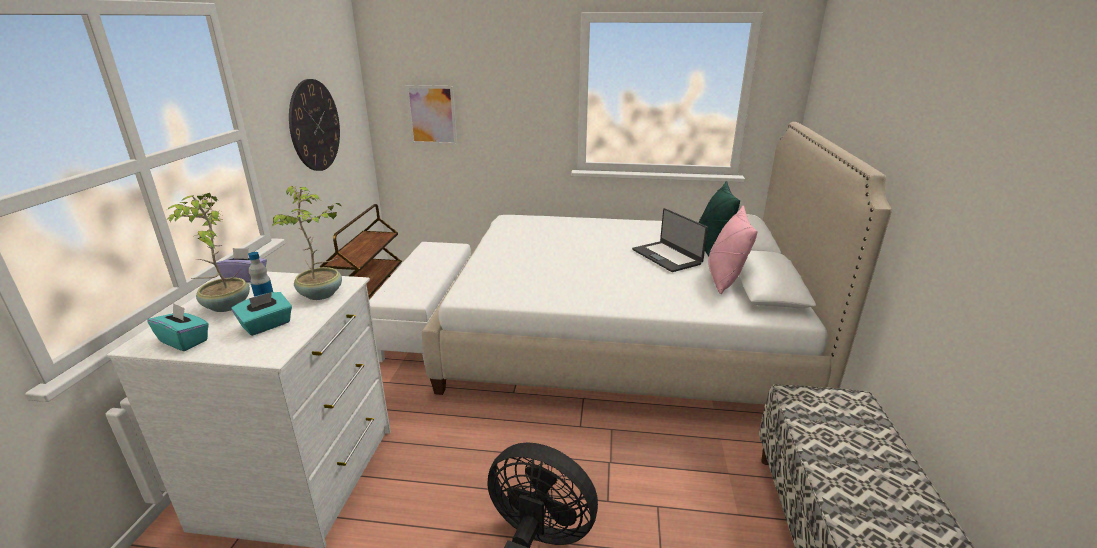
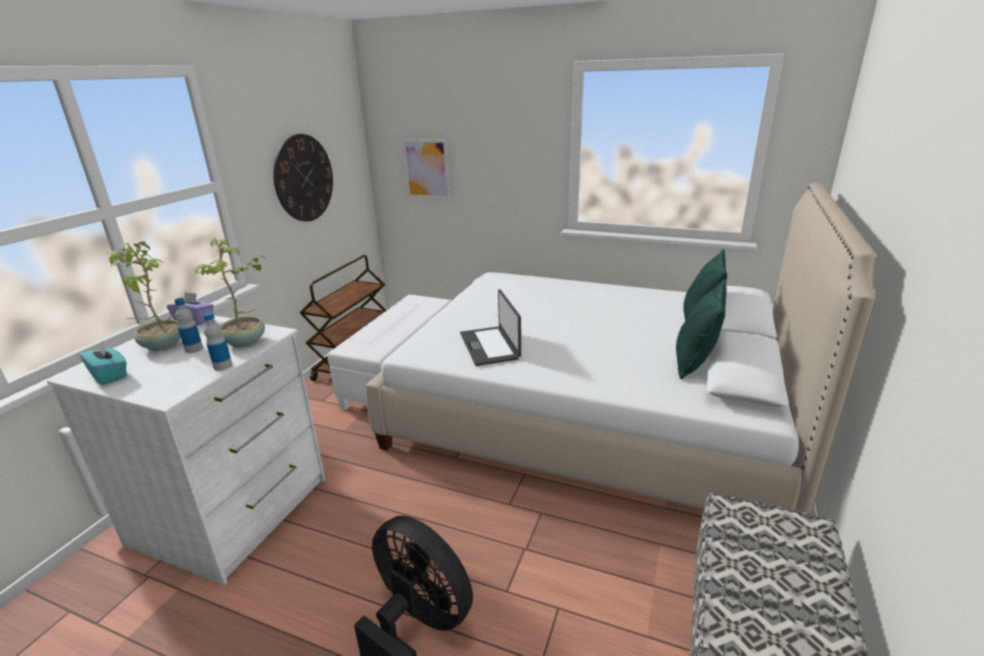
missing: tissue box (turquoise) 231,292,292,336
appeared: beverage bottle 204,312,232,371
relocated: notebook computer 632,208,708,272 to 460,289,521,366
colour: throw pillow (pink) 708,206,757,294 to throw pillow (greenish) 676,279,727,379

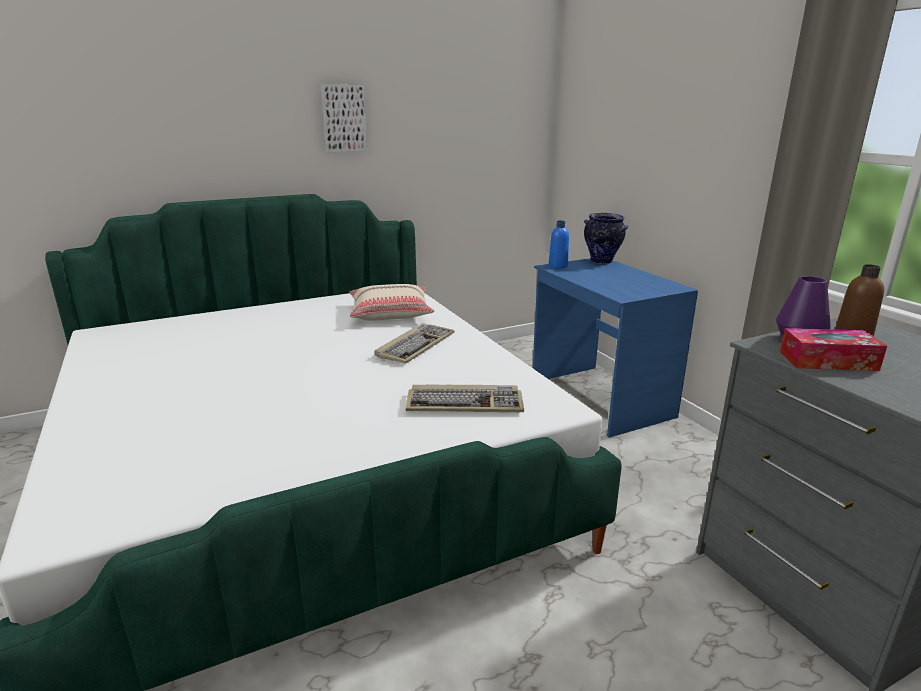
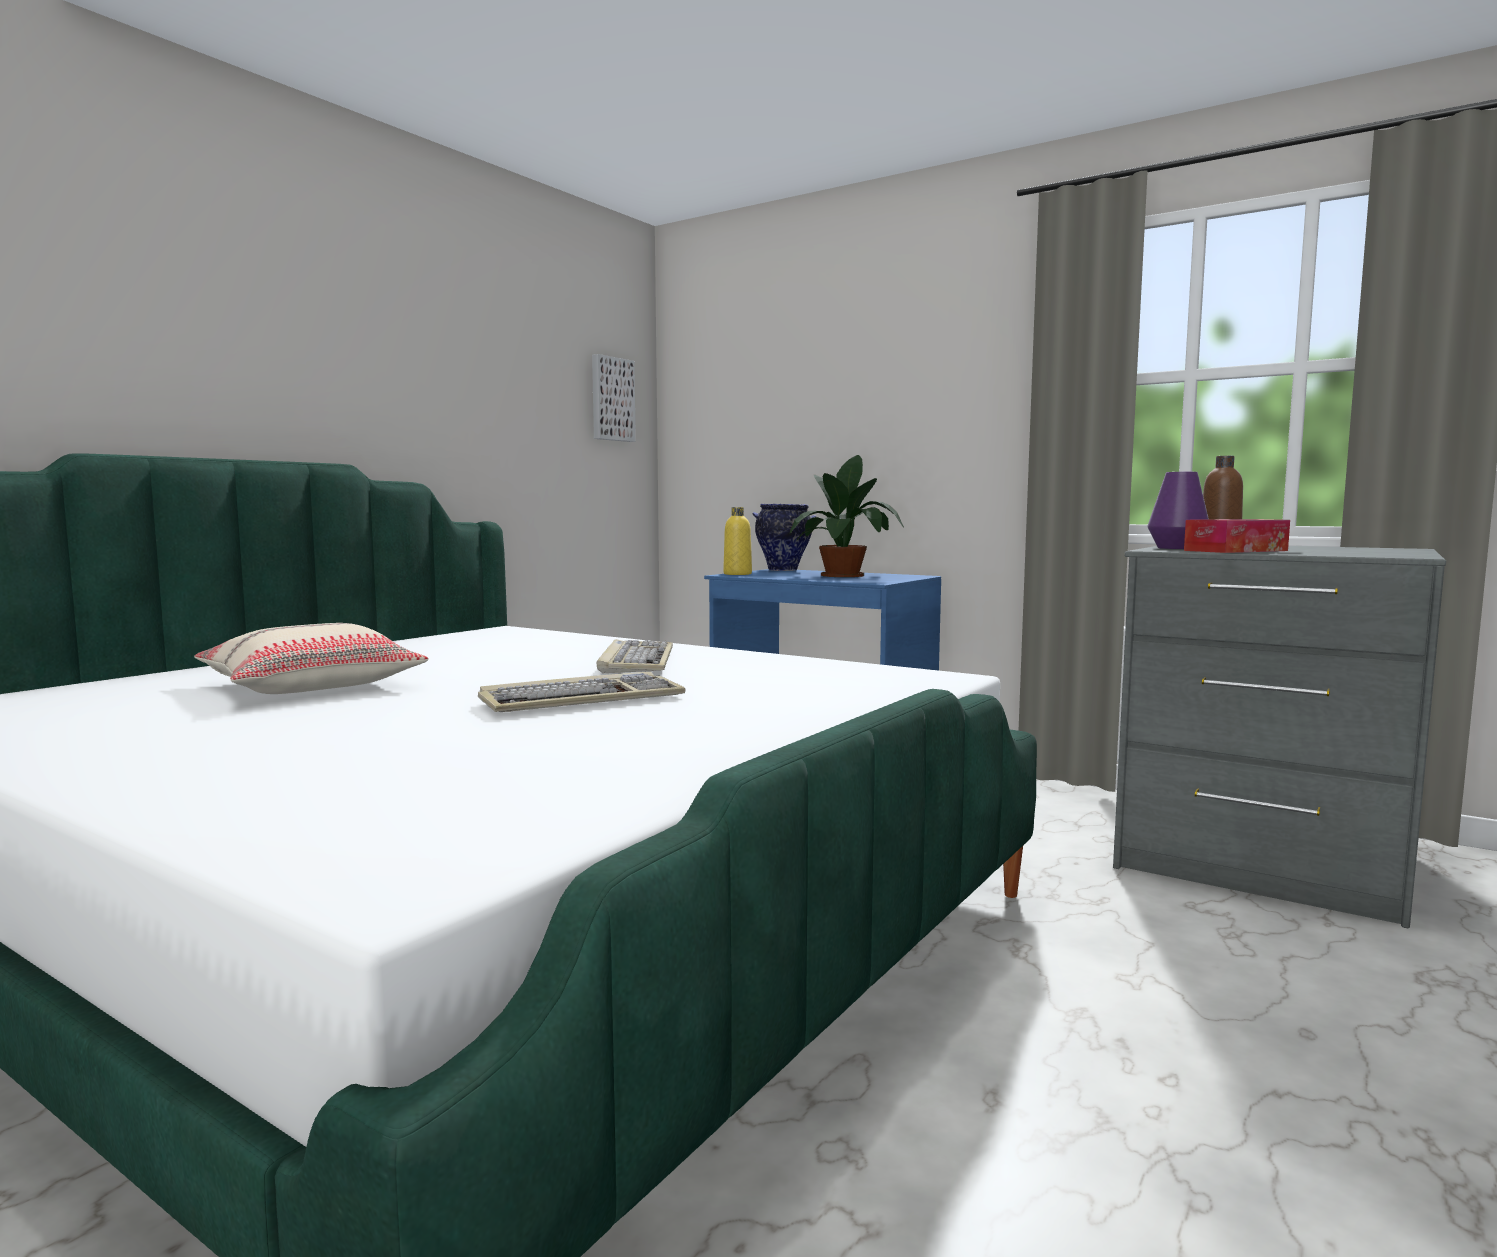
appeared: potted plant 790,455,904,577
relocated: wall art 321,85,367,152 to 592,354,636,442; throw pillow (beige) 350,284,434,321 to 194,623,429,694; PC keyboard 406,385,524,412 to 478,672,685,712
colour: beverage bottle (blue) 549,221,569,269 to beverage bottle (yellowish) 723,507,752,575

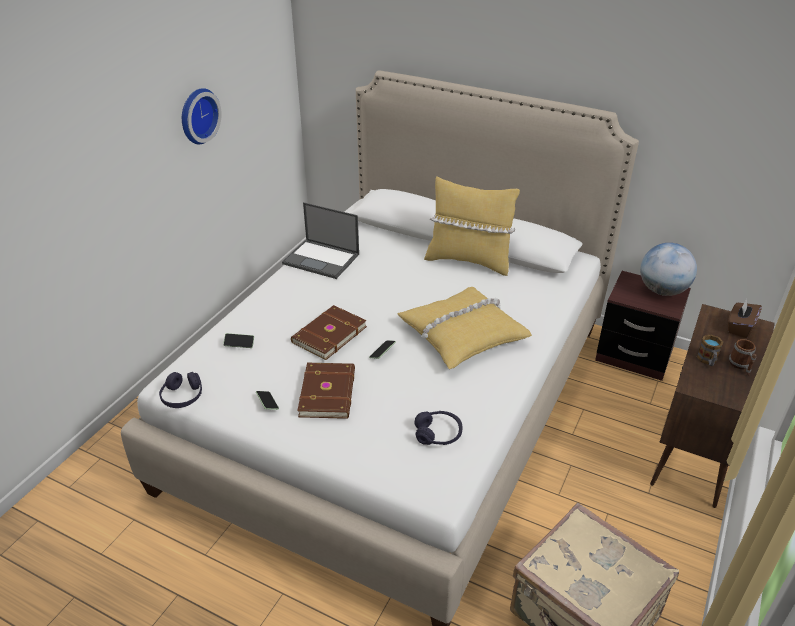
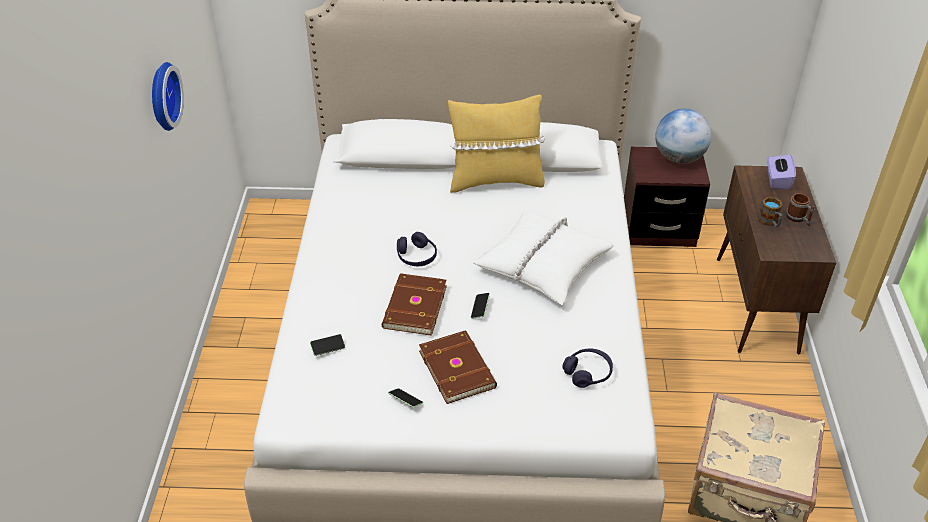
missing: notebook computer 282,202,359,279
relocated: headset (purple-coloured) 159,372,202,408 to 397,232,437,266
colour: throw pillow (yellowish) 397,287,532,369 to throw pillow (white-coloured) 473,210,614,305; tissue box (brown-coloured) 728,299,762,338 to tissue box (purple-coloured) 767,155,796,190

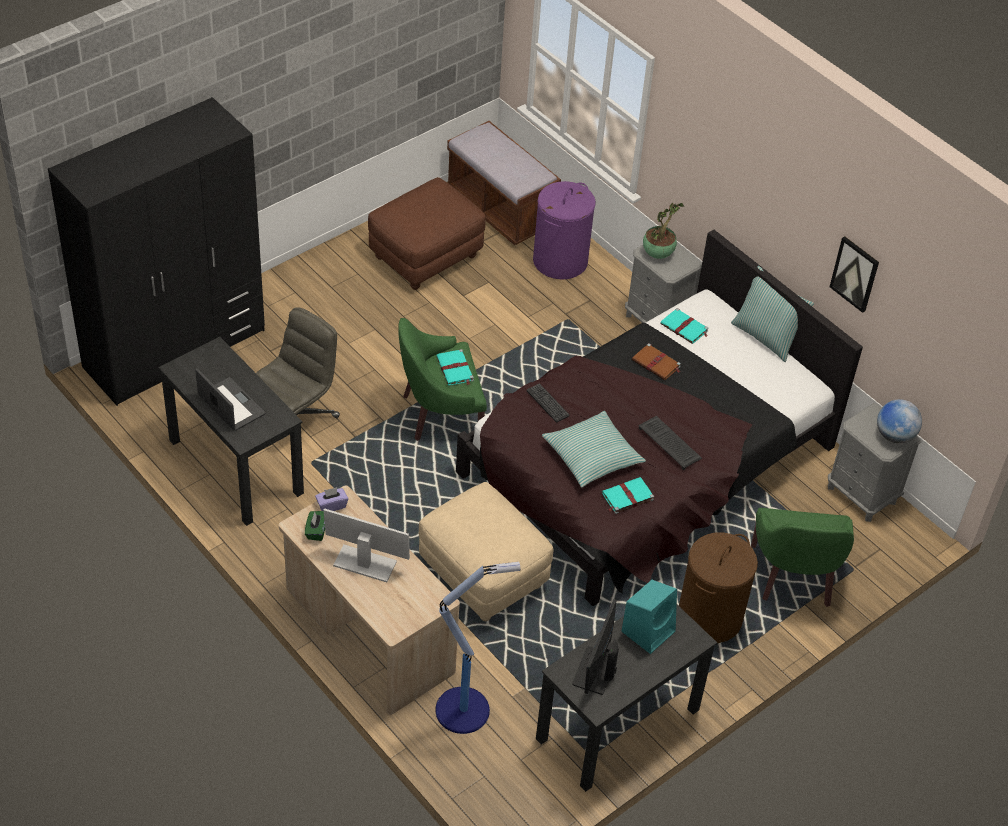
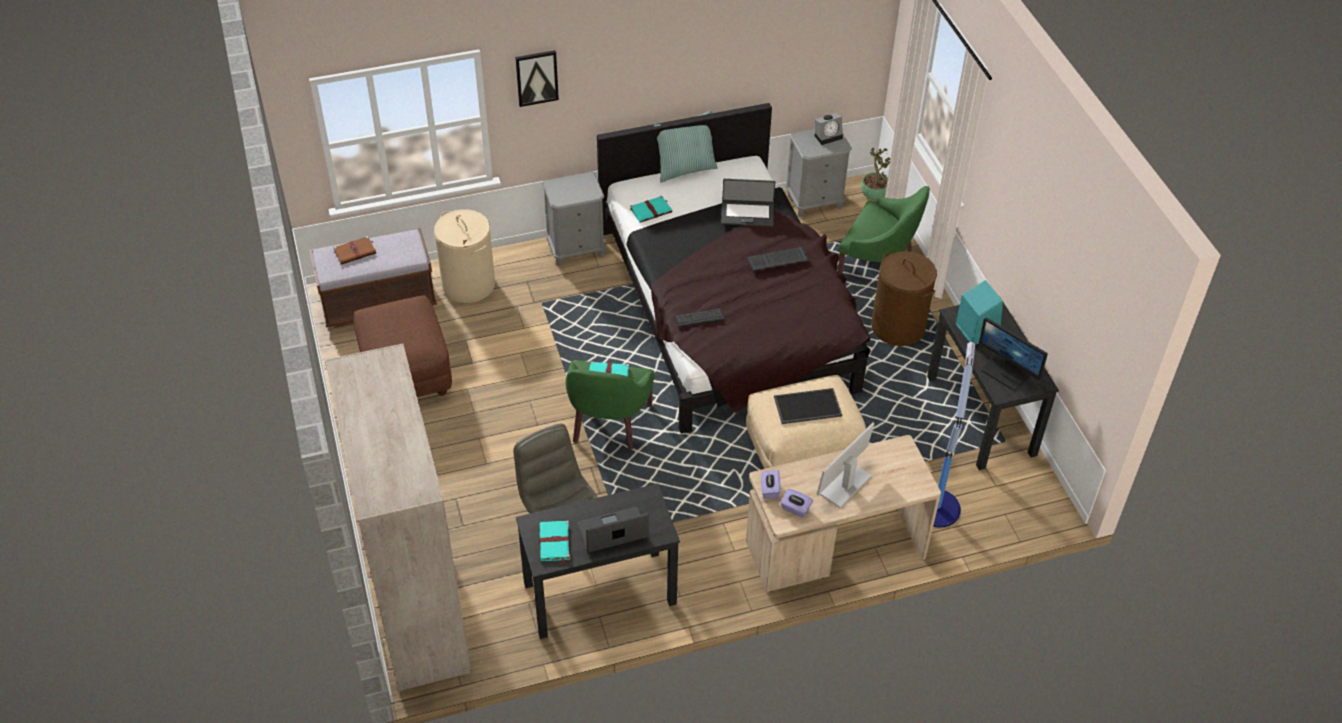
missing: throw pillow 542,411,646,487
appeared: notebook computer 721,179,775,227; serving tray 774,388,842,424
relocated: potted plant 643,203,684,259 to 861,148,890,200; wall art 830,236,879,313 to 515,50,559,107; bound book (brown-coloured) 632,343,681,380 to 333,236,376,265; bound book (turquoise) 602,477,654,514 to 539,520,570,564
exchanged: globe 877,399,922,443 to bedside clock 814,113,843,145
colour: wardrobe (black) 48,97,265,406 to wardrobe (beige) 325,344,471,691; hamper (purple-coloured) 533,181,596,280 to hamper (beige) 434,209,495,303; tissue box (greenish) 305,511,325,541 to tissue box (purple-coloured) 780,489,813,518

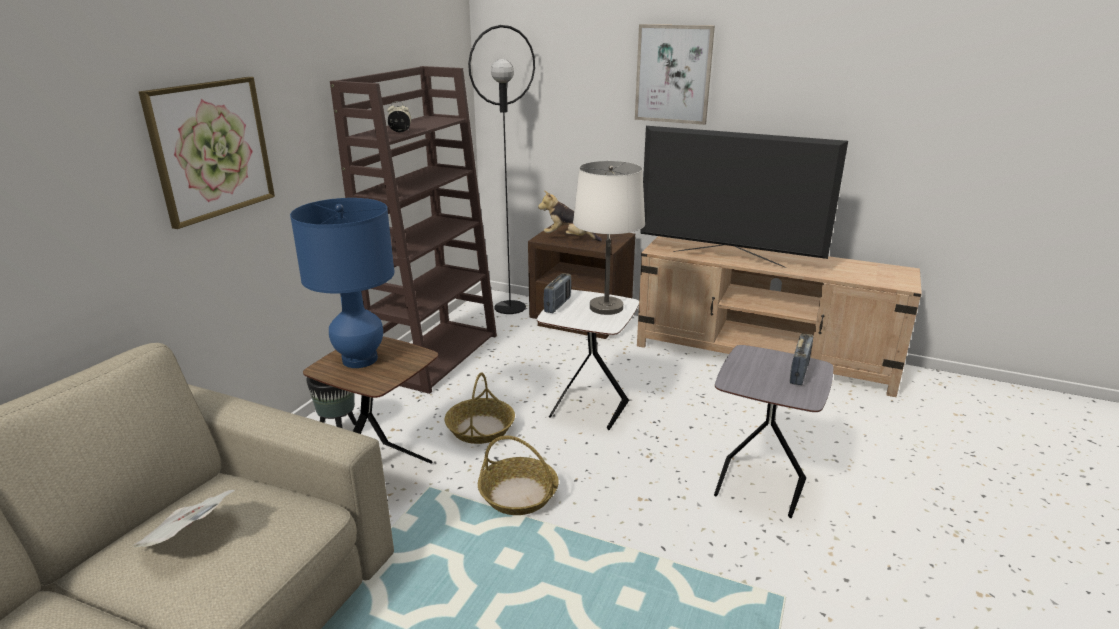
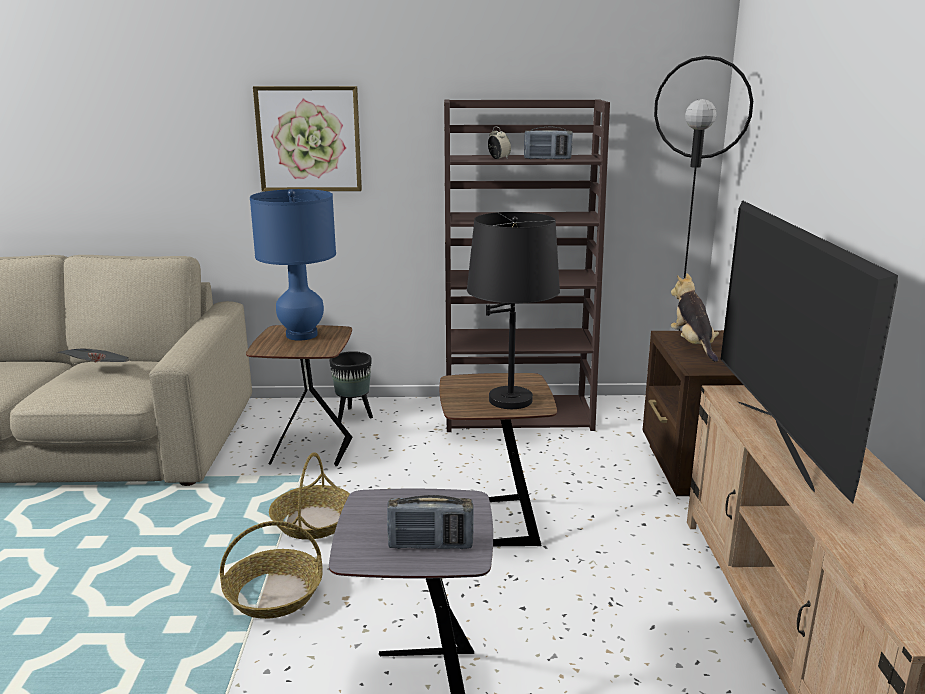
missing: wall art 635,24,715,125
relocated: radio 543,273,571,313 to 524,127,573,159; storage basket 445,372,515,444 to 220,521,323,619
colour: tabletop lamp (white-coloured) 573,161,645,315 to tabletop lamp (black) 467,212,560,409; accent table (white-coloured) 537,290,639,430 to accent table (brown-coloured) 440,373,557,546

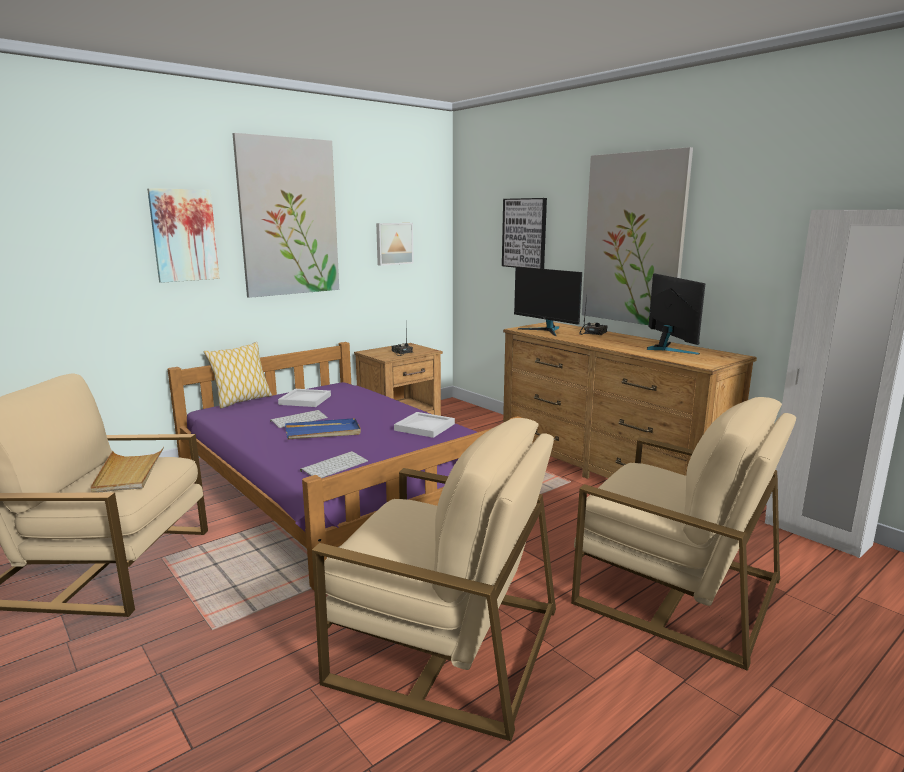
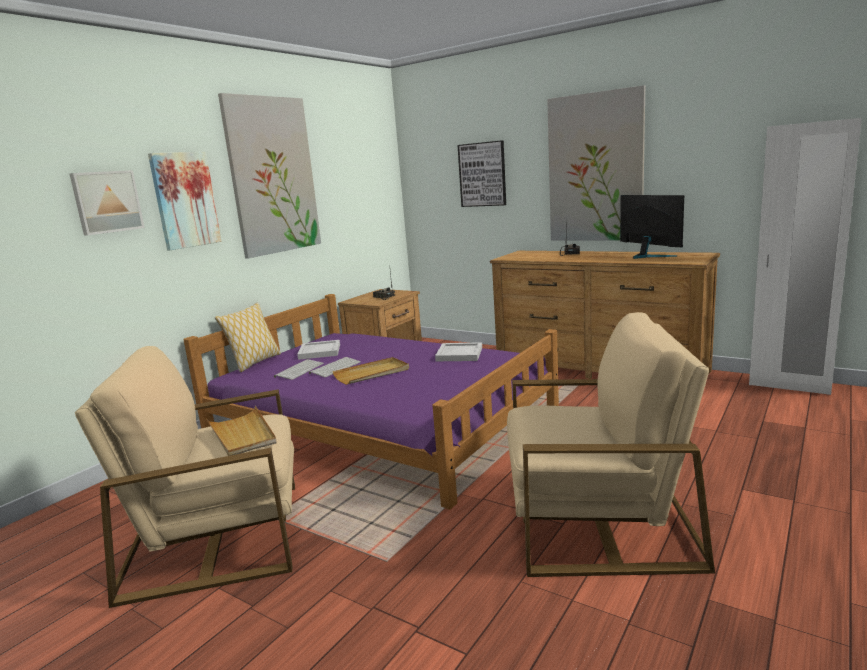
missing: monitor 514,267,582,336; lounge chair (beige) 571,397,796,671
relocated: wall art 376,223,414,266 to 70,170,145,236; PC keyboard 300,451,368,478 to 274,359,324,380
colour: serving tray (blue) 285,418,361,440 to serving tray (beige) 332,357,409,385

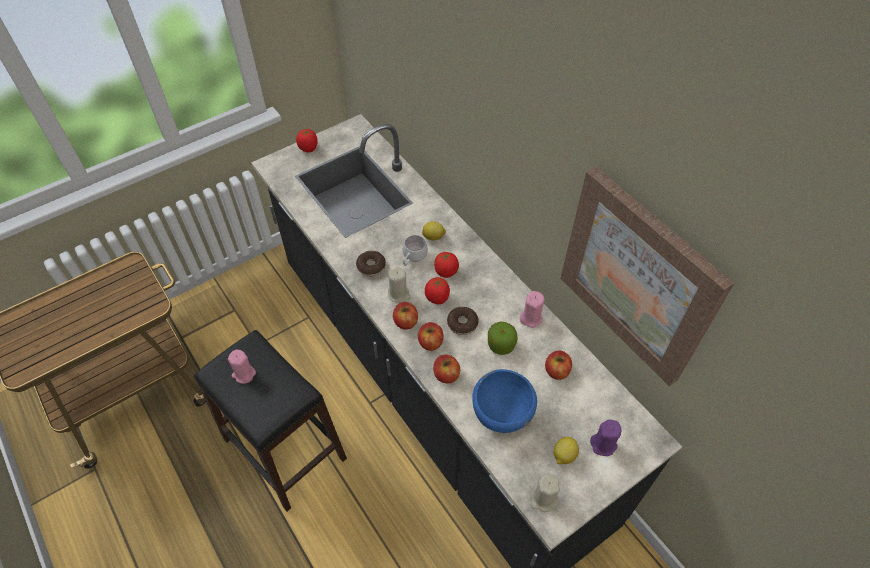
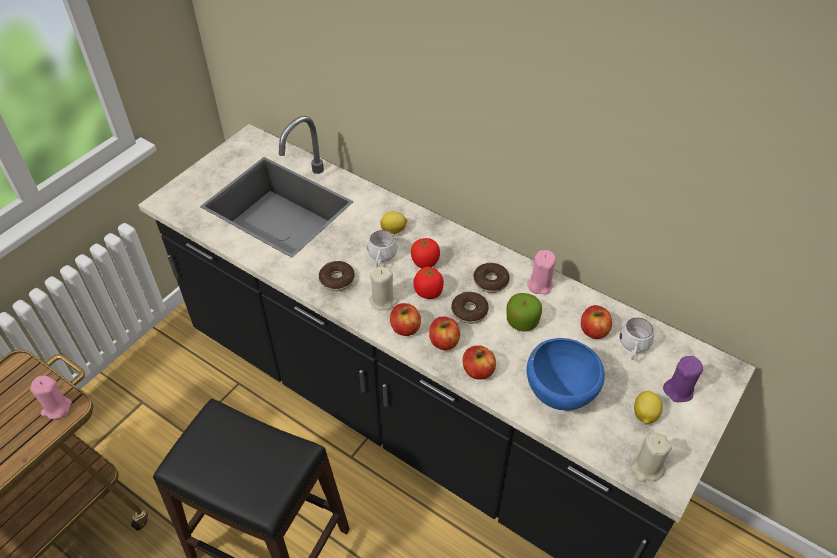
missing: tomato 296,129,318,152; wall art 560,167,734,386
appeared: doughnut 473,263,510,293; mug (white-coloured) 619,318,654,360
relocated: candle (pink) 228,349,256,384 to 30,376,72,419

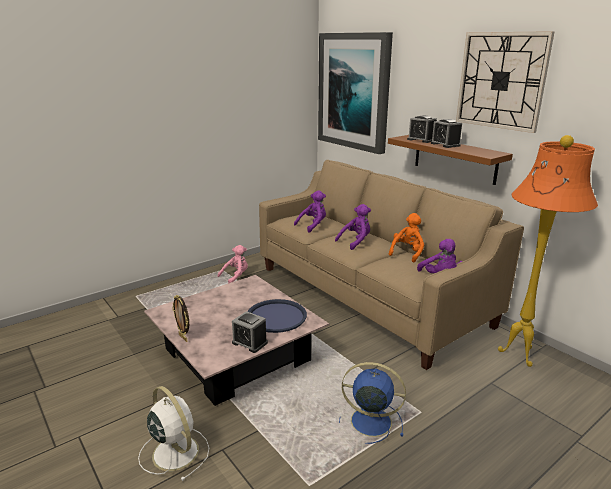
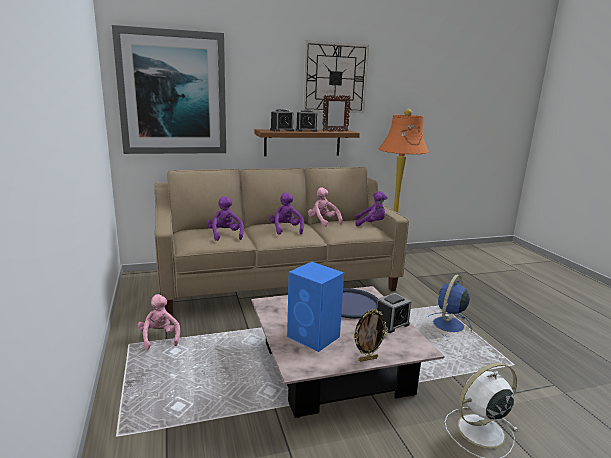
appeared: standing frame 322,95,351,132; speaker (blue) 287,262,344,352
colour: plush toy (orangey) 389,213,424,262 to plush toy (pink) 308,187,343,227

